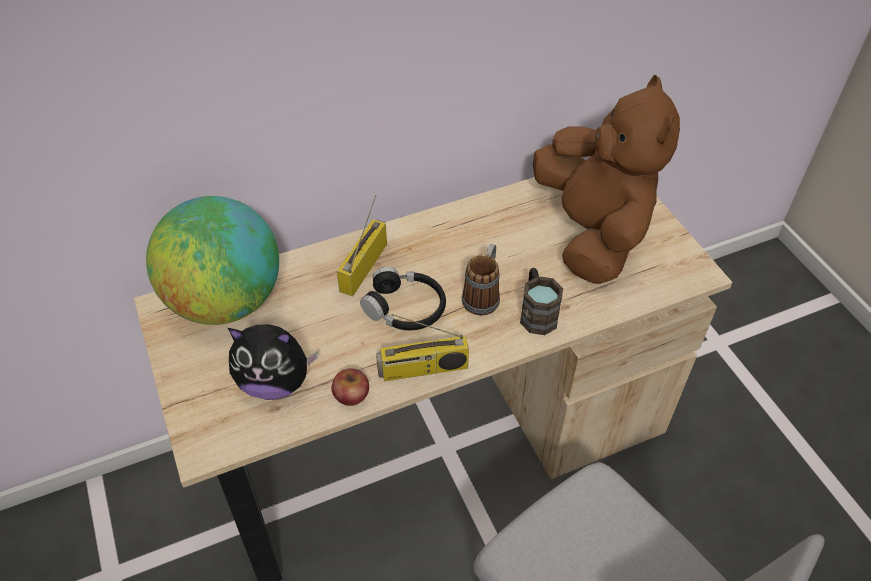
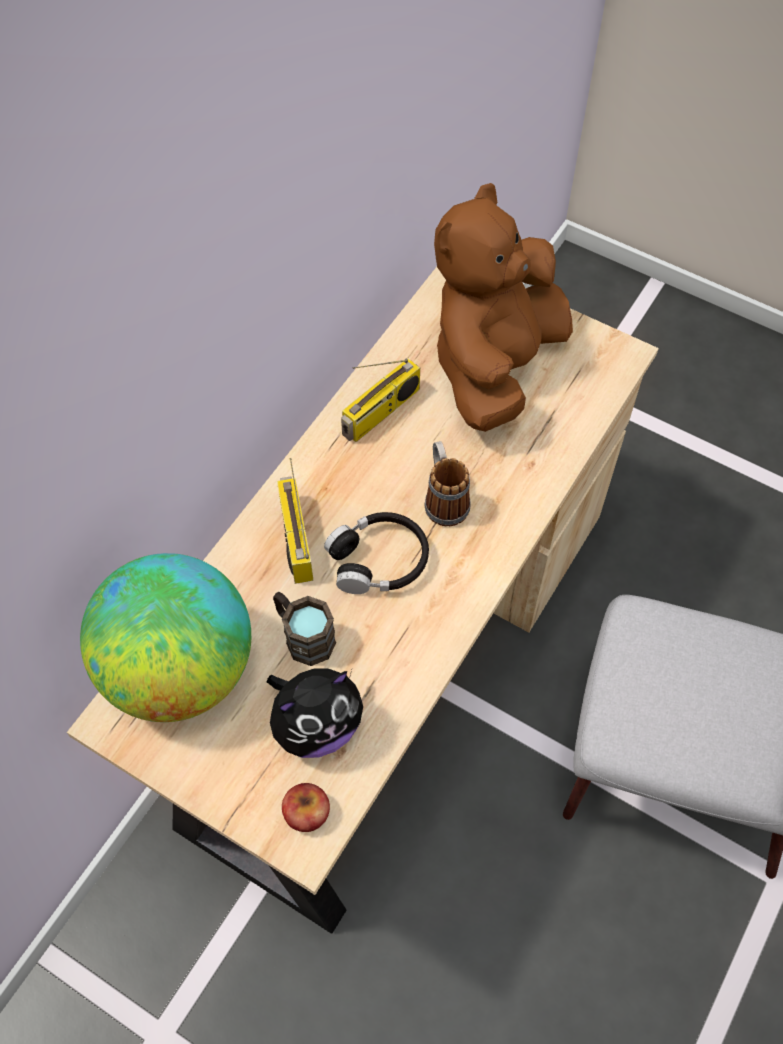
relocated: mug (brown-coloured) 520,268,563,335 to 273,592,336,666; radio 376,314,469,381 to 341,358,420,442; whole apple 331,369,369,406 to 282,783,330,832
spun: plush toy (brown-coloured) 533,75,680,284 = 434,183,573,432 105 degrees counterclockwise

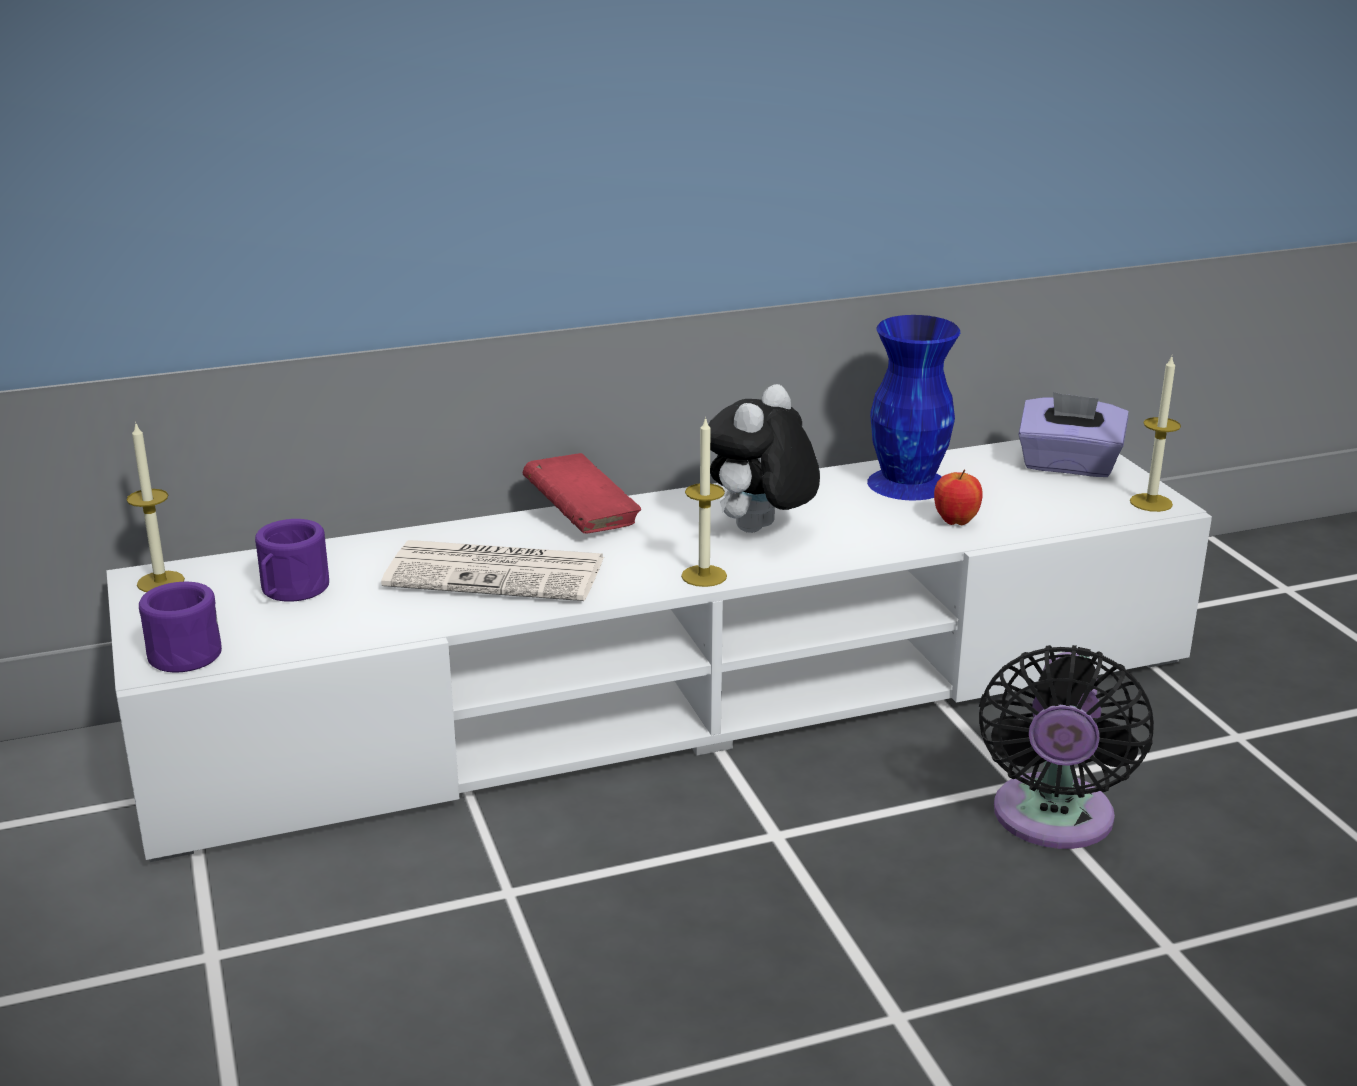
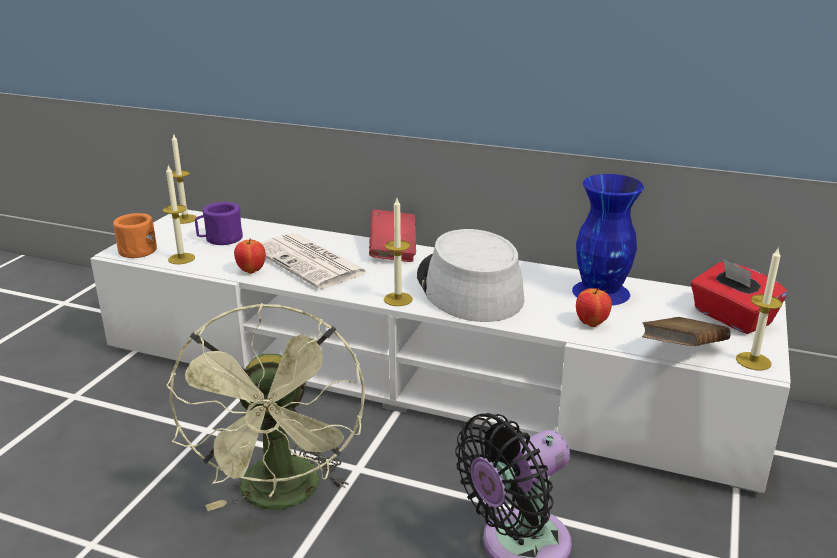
appeared: candle 163,166,195,264; whole apple 234,238,266,274; electric fan (greenish) 166,303,365,511; bound book (brown-coloured) 642,317,731,346
exchanged: plush toy 708,384,820,533 to clothing hat (greyish) 417,229,524,322
colour: tissue box (purple-coloured) 1018,392,1129,477 to tissue box (red-coloured) 691,258,788,334; mug (purple-coloured) 139,582,222,672 to mug (orangey) 113,213,157,258

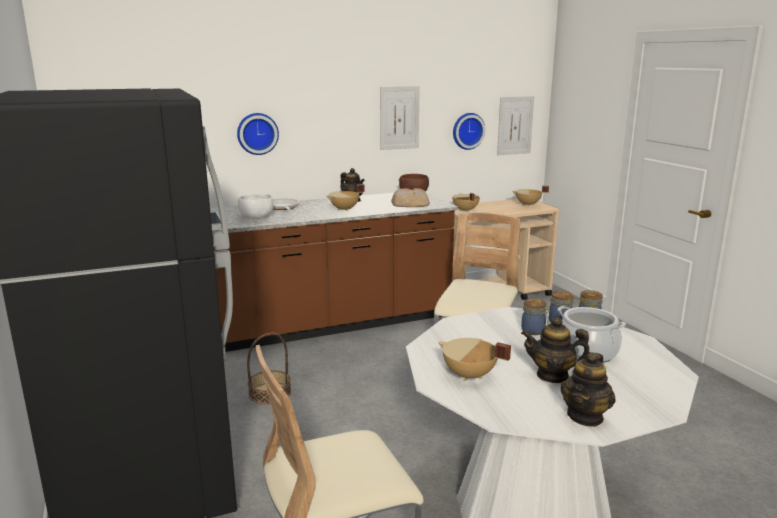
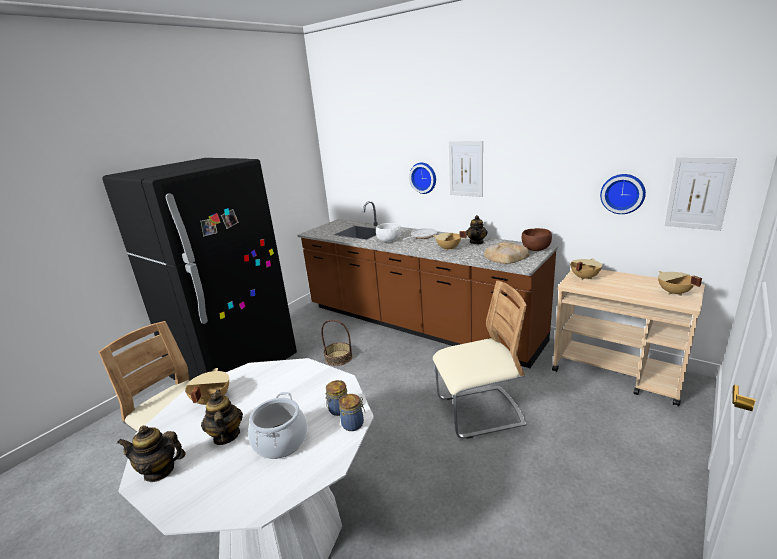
missing: jar 521,298,549,335
relocated: wall art 380,86,420,150 to 449,141,483,197

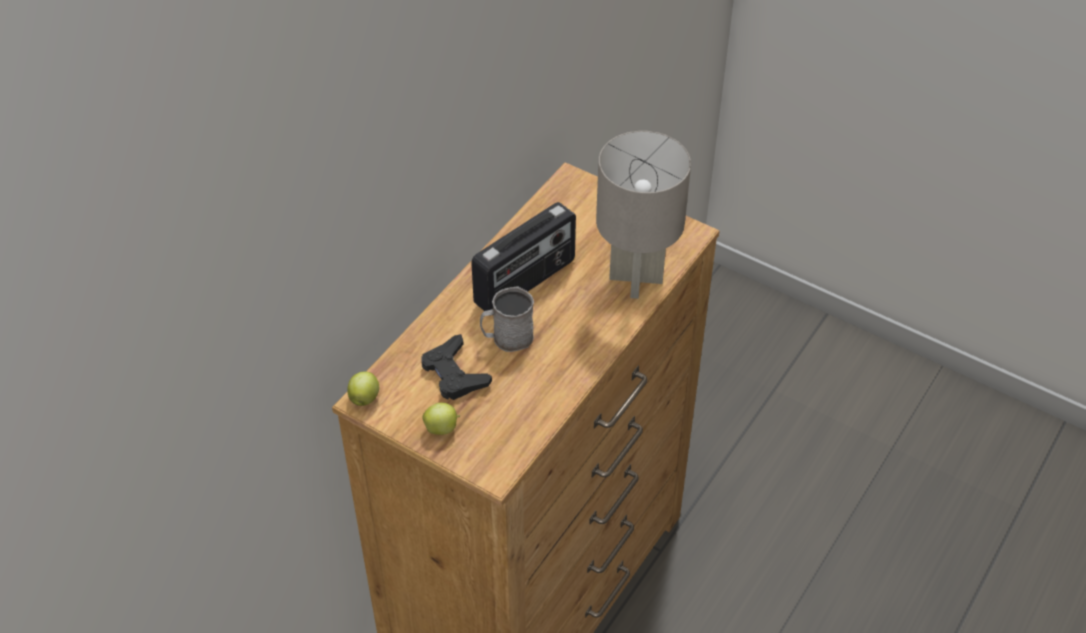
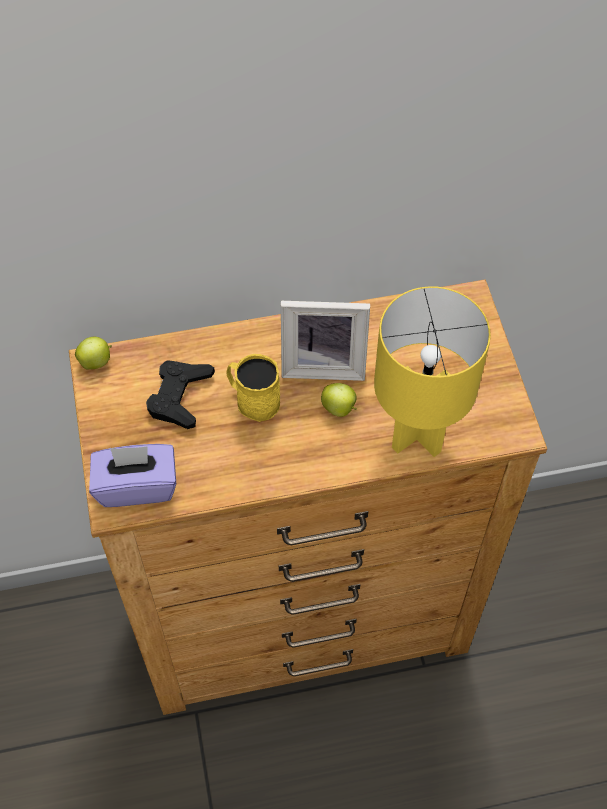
appeared: tissue box (purple-coloured) 89,444,176,507
relocated: whole apple 422,402,460,435 to 321,383,357,417
exchanged: radio 471,202,576,311 to standing frame 281,301,370,381
colour: tabletop lamp (greyish) 596,131,691,299 to tabletop lamp (yellowish) 374,286,491,457; mug (greyish) 480,286,534,352 to mug (yellowish) 226,354,280,422

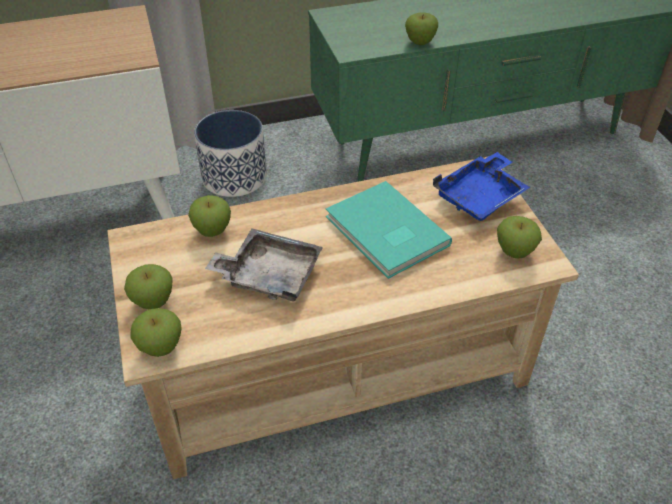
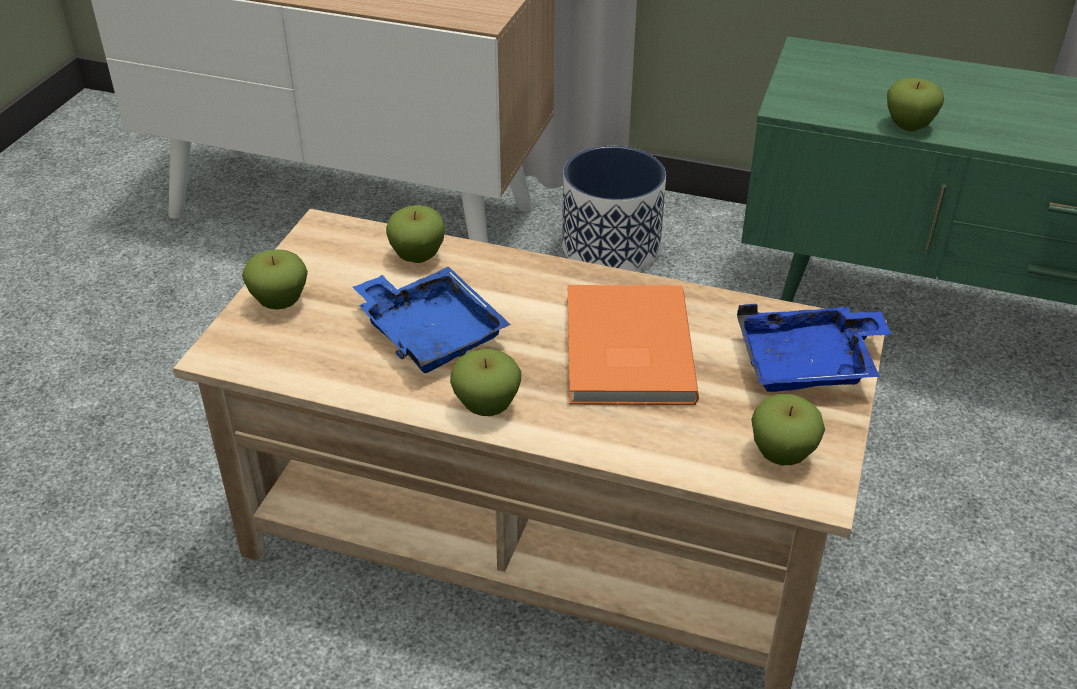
relocated: whole apple 131,308,182,357 to 450,349,521,416
colour: bound book (turquoise) 326,181,452,279 to bound book (orangey) 567,285,699,405; serving tray (greyish) 205,228,323,302 to serving tray (blue) 353,267,511,373

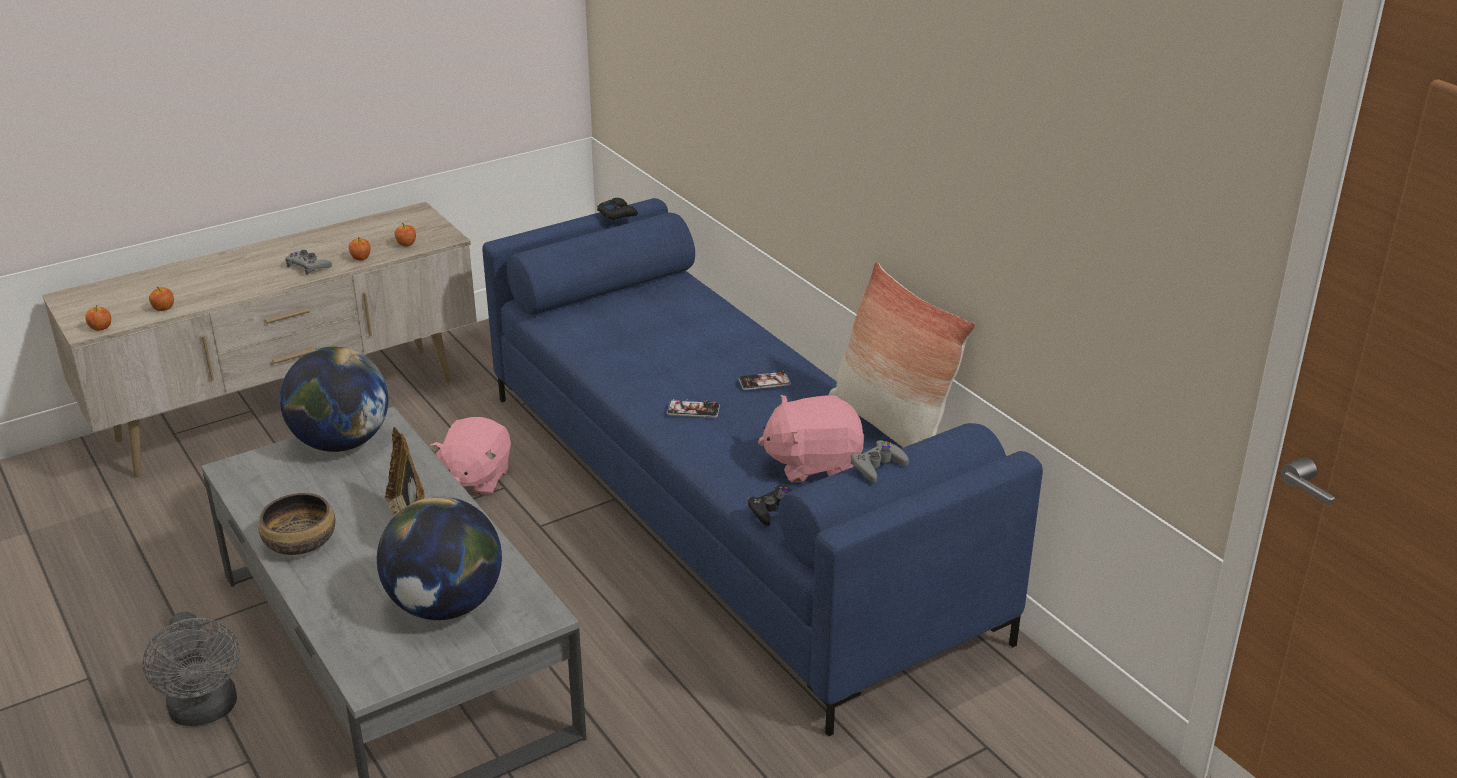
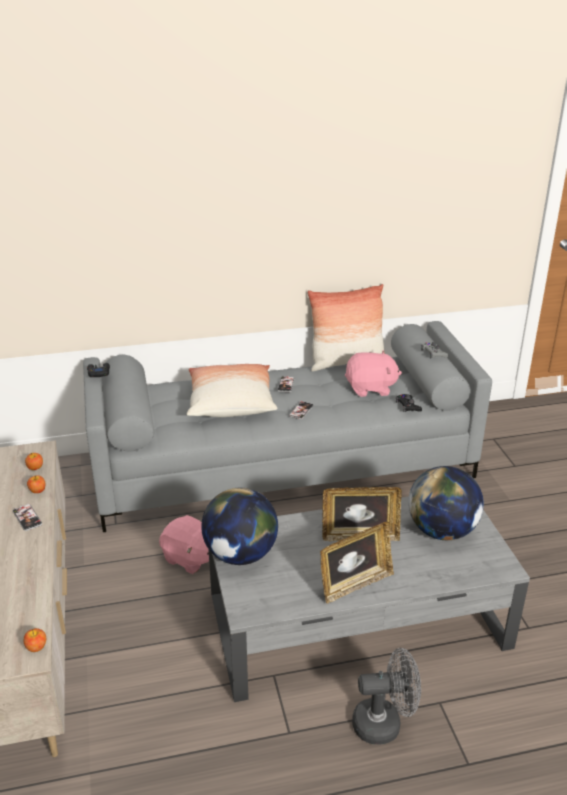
missing: whole apple 149,287,174,311
appeared: throw pillow 187,364,277,417
exchanged: joypad (greyish) 285,250,332,275 to handset 13,504,42,531; deep dish 258,493,335,555 to standing frame 320,522,394,604
colour: couch (blue) 482,198,1043,736 to couch (greyish) 83,321,492,532
spun: plush toy (pink) 758,395,864,482 = 345,350,402,397 105 degrees counterclockwise

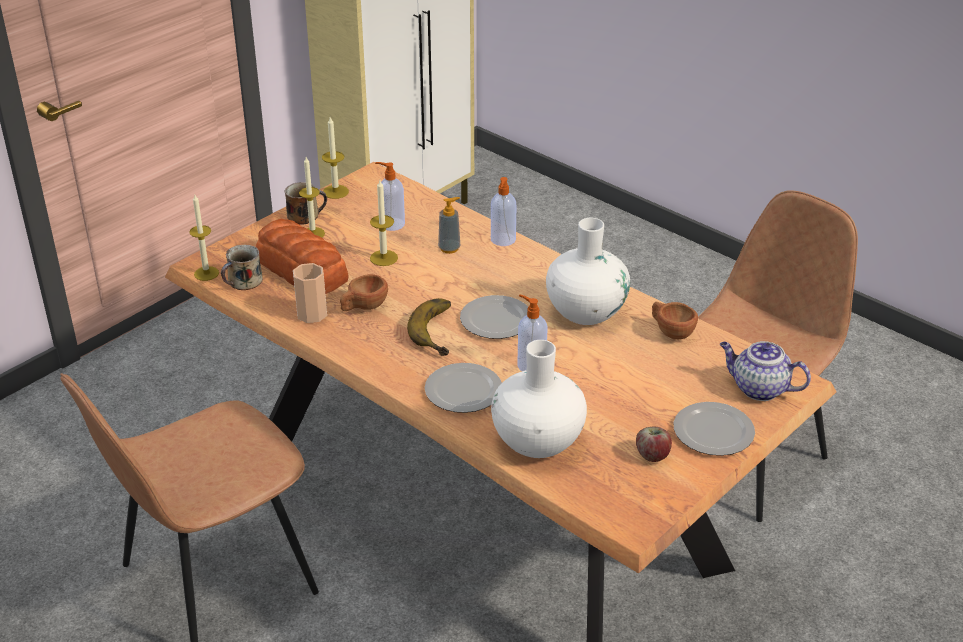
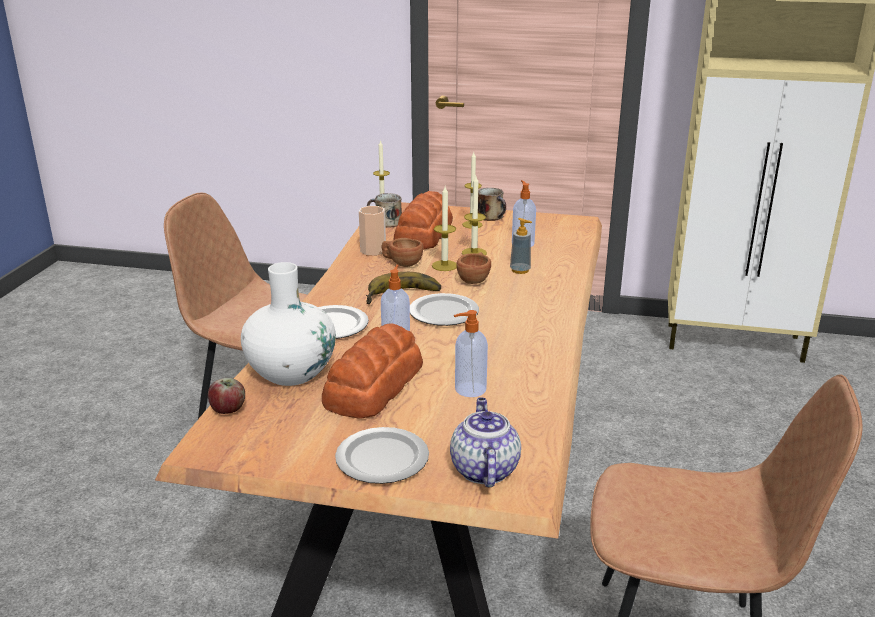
missing: flower vase (white-coloured) 546,218,630,325
appeared: bakery bread 322,323,423,419
relocated: candle 322,117,349,199 to 432,186,457,271; liquid soap bottle 491,177,517,246 to 454,310,488,397; cup (brown-coloured) 652,302,698,340 to 456,252,491,284; whole apple 636,427,672,462 to 208,378,245,414

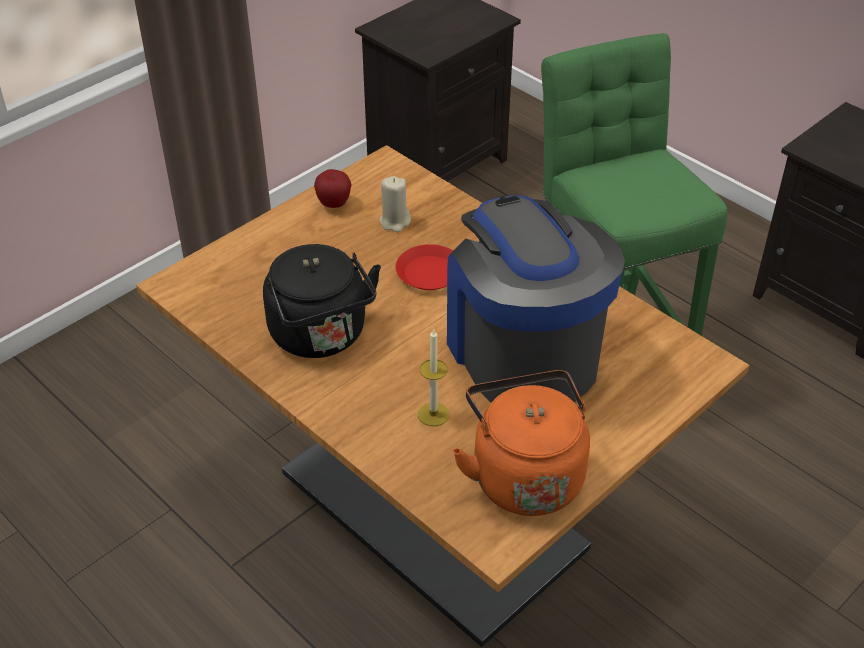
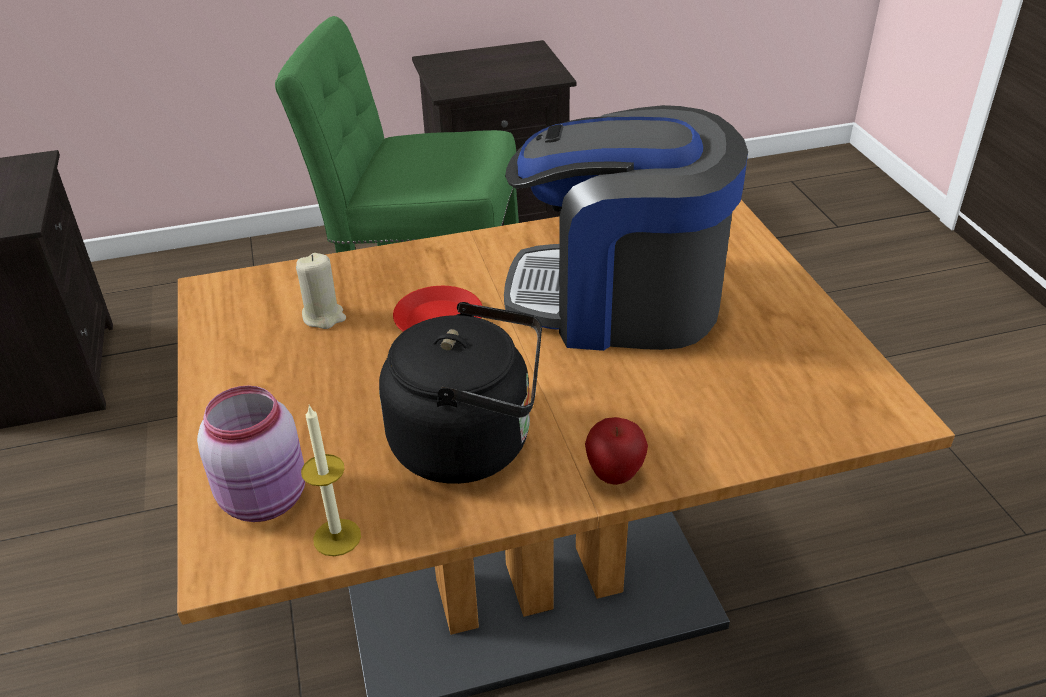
missing: tea kettle (orangey) 452,370,590,516
appeared: jar (pink) 197,385,305,522
relocated: whole apple 314,169,352,208 to 585,417,648,485; candle 418,328,449,426 to 301,405,361,556

